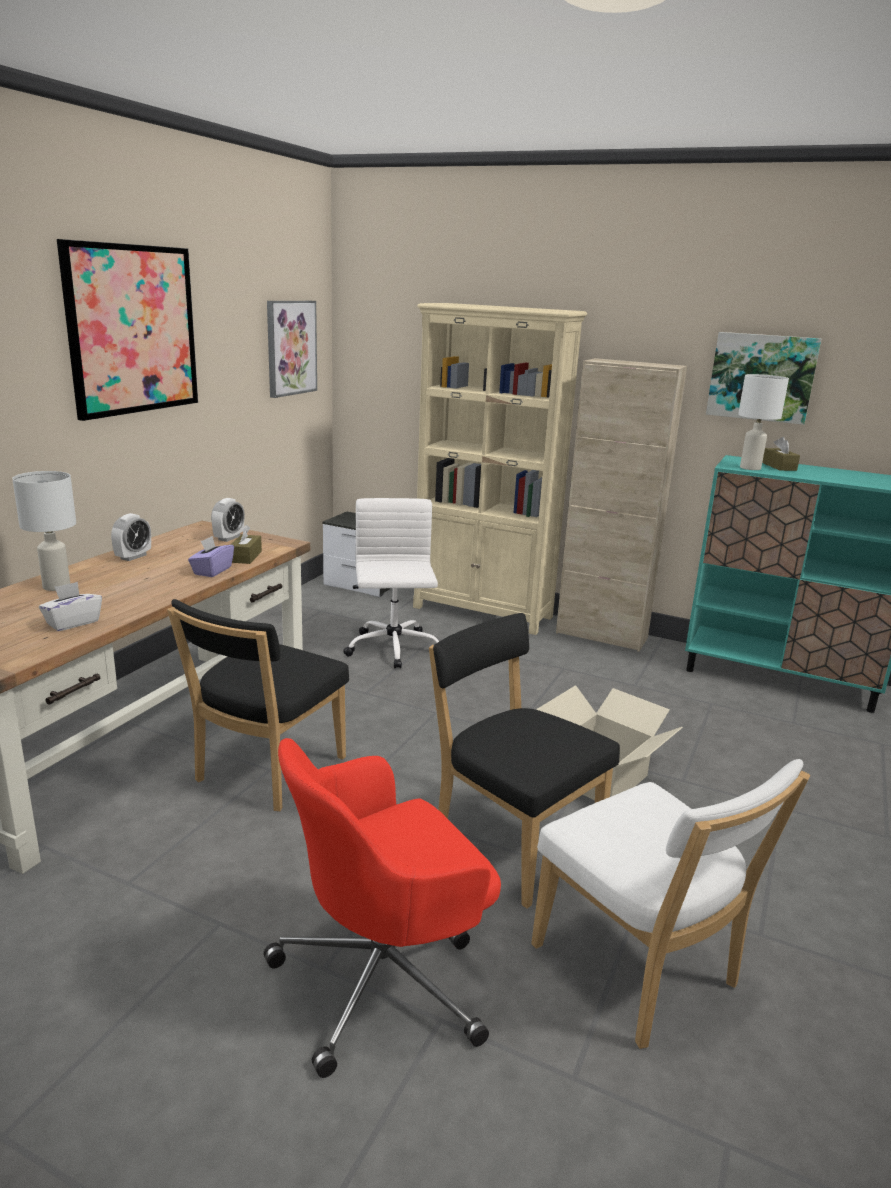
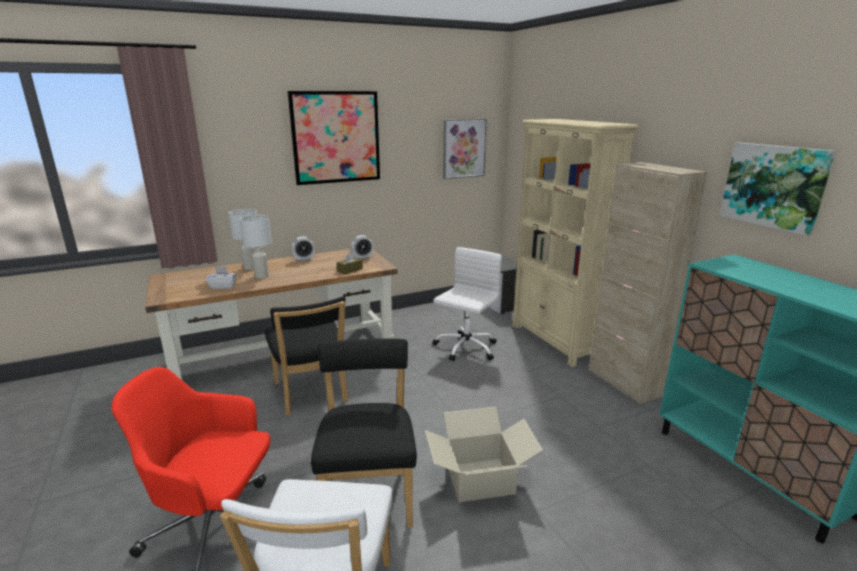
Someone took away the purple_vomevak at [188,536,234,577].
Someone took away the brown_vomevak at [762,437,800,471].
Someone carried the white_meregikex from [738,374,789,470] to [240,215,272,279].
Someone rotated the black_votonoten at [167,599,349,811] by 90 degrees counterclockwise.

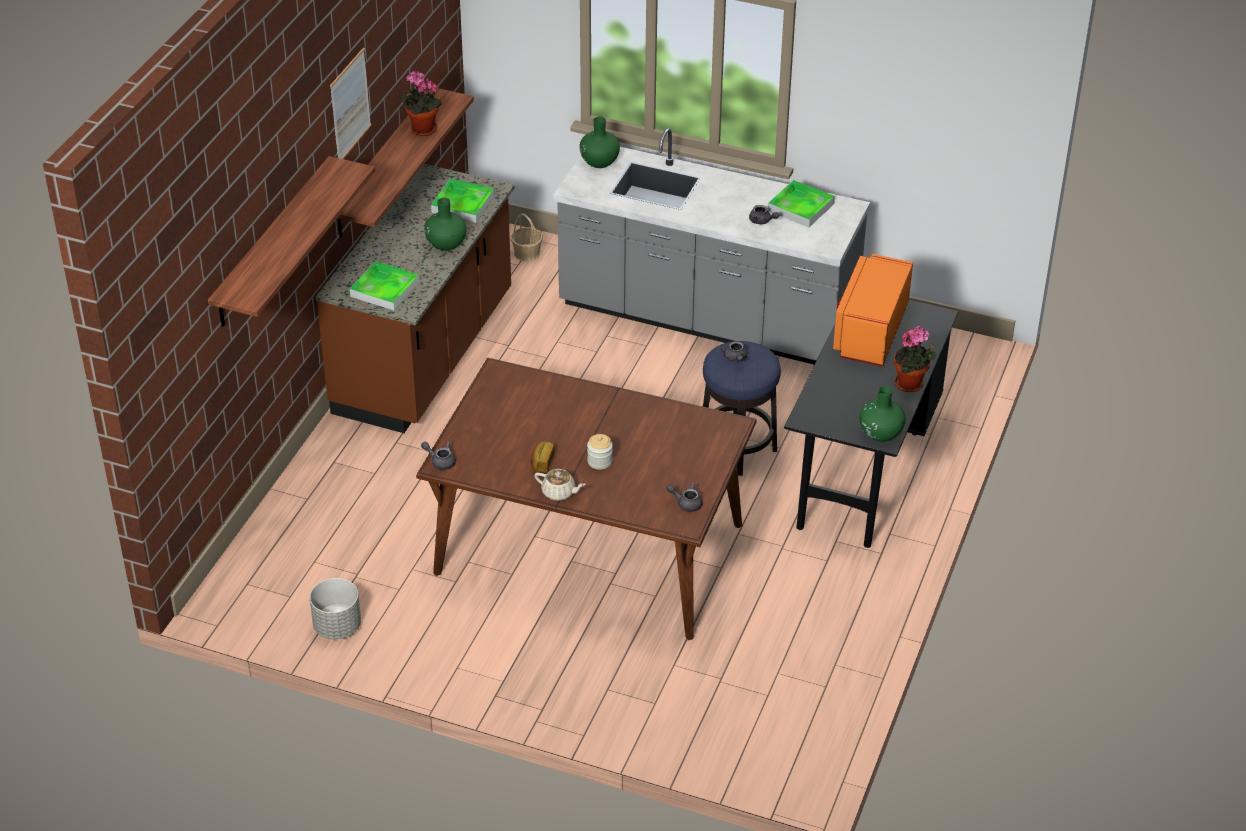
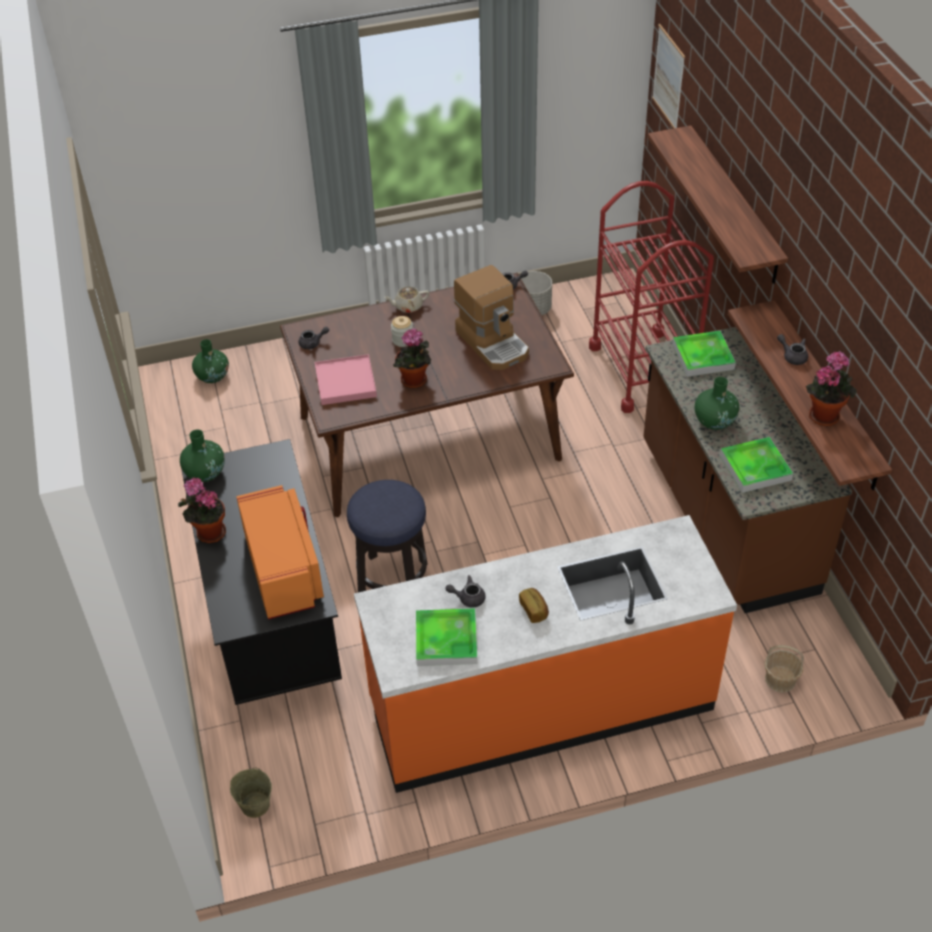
Someone put down the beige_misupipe at [230,768,272,818].
Someone put down the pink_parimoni at [315,354,377,405].
Someone put down the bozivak at [393,329,431,388].
Someone put down the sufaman at [454,265,529,370].
Someone put down the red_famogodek at [589,181,714,413].
Someone carried the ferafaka from [330,48,371,159] to [652,24,685,128].
Someone carried the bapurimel from [531,442,554,472] to [519,588,549,623].
Someone carried the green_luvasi from [579,117,620,168] to [192,339,229,383].
Someone carried the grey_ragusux from [721,341,747,362] to [777,334,808,365].
Someone repainted the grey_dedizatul at [554,128,870,365], which became the orange_dedizatul at [354,515,737,793].

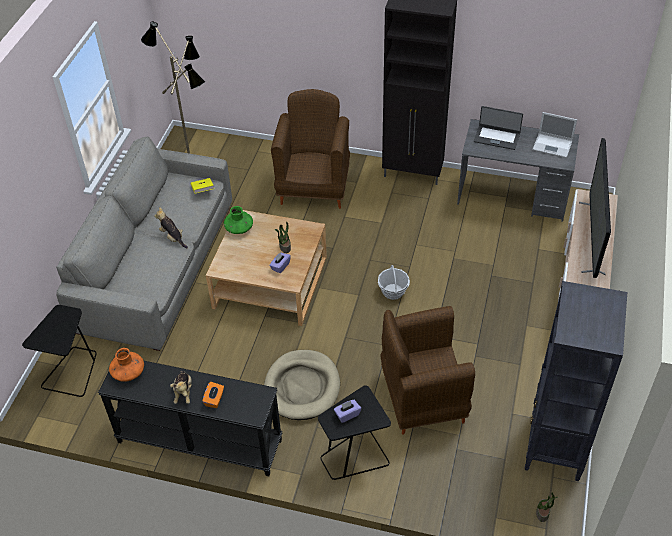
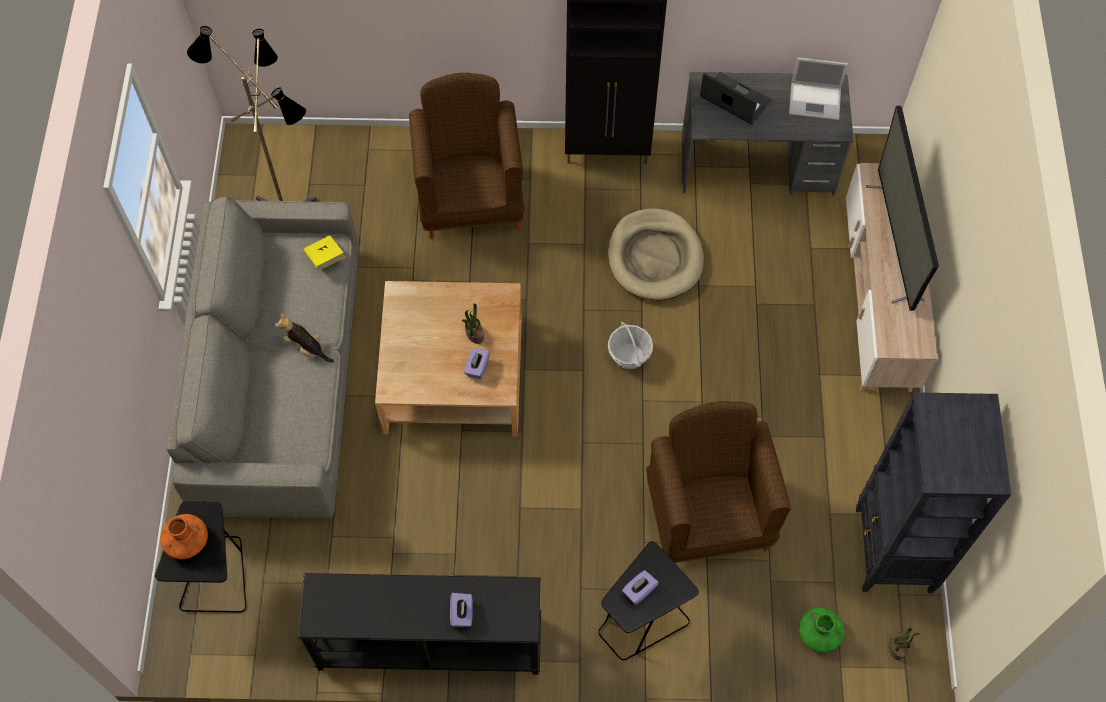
Someone took away the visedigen at [170,371,192,404].
Someone carried the orange_luvasi from [109,348,144,382] to [160,514,208,559].
Someone carried the green_luvasi from [224,206,253,234] to [799,608,844,653].
Someone carried the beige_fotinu from [264,350,340,420] to [608,208,704,301].
Someone repainted the orange_vomevak at [202,382,224,408], which became the purple_vomevak at [450,593,473,627].
Someone rotated the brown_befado at [380,306,475,435] by 105 degrees clockwise.
Someone rotated the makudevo at [474,106,523,150] by 150 degrees counterclockwise.

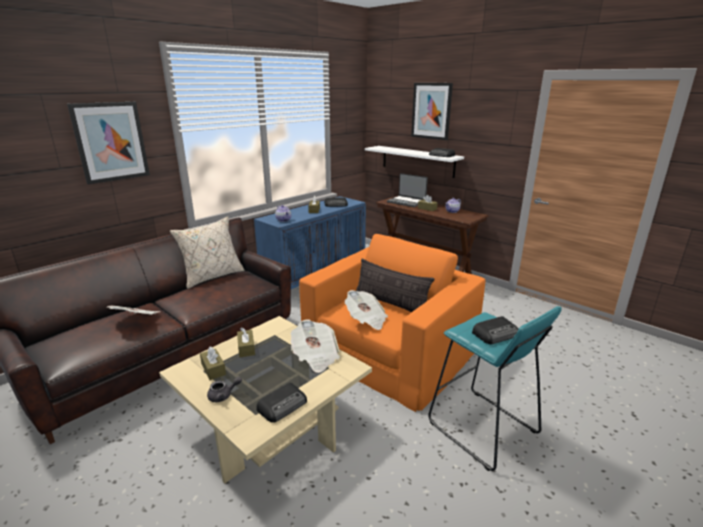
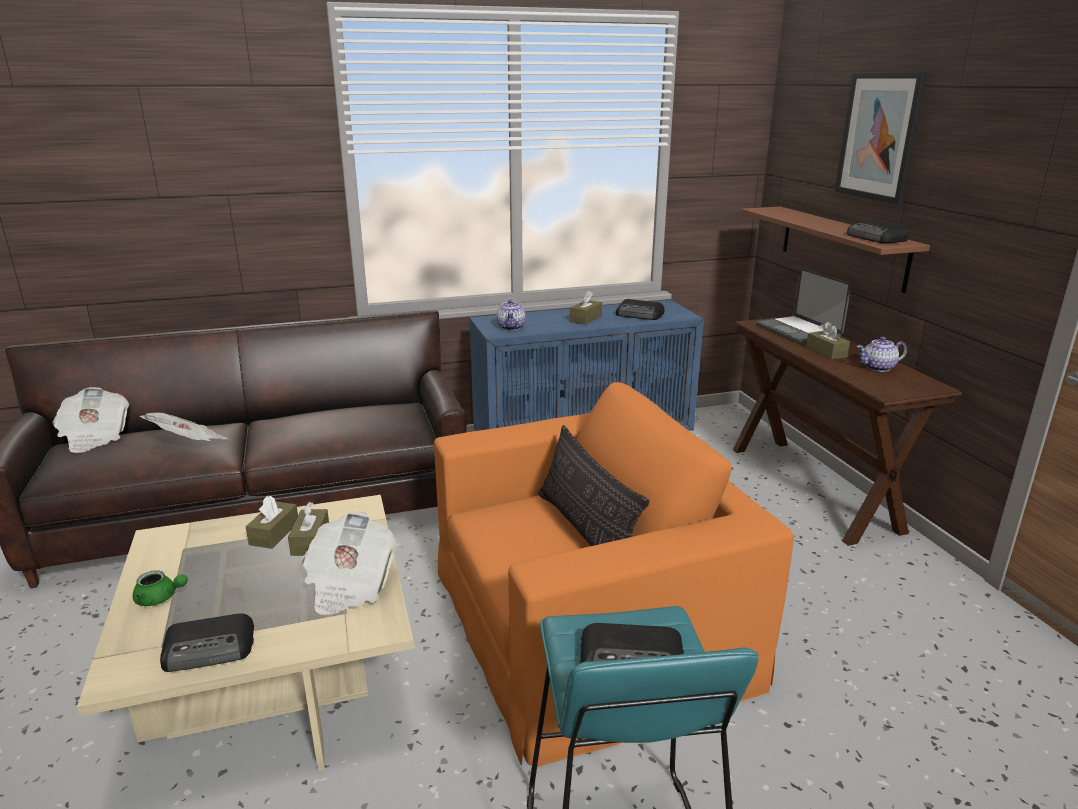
Someone took away the ferafaka at [67,102,150,184].
Someone took away the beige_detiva at [170,216,244,289].
Someone carried the brown_vomevak from [200,346,226,380] to [288,502,329,556].
Someone carried the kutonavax from [345,290,388,330] to [53,387,129,453].
Someone repainted the grey_ragusux at [207,377,242,402], which became the green_ragusux at [133,570,188,606].
Someone repainted the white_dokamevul at [365,146,464,178], which became the brown_dokamevul at [741,207,930,293].

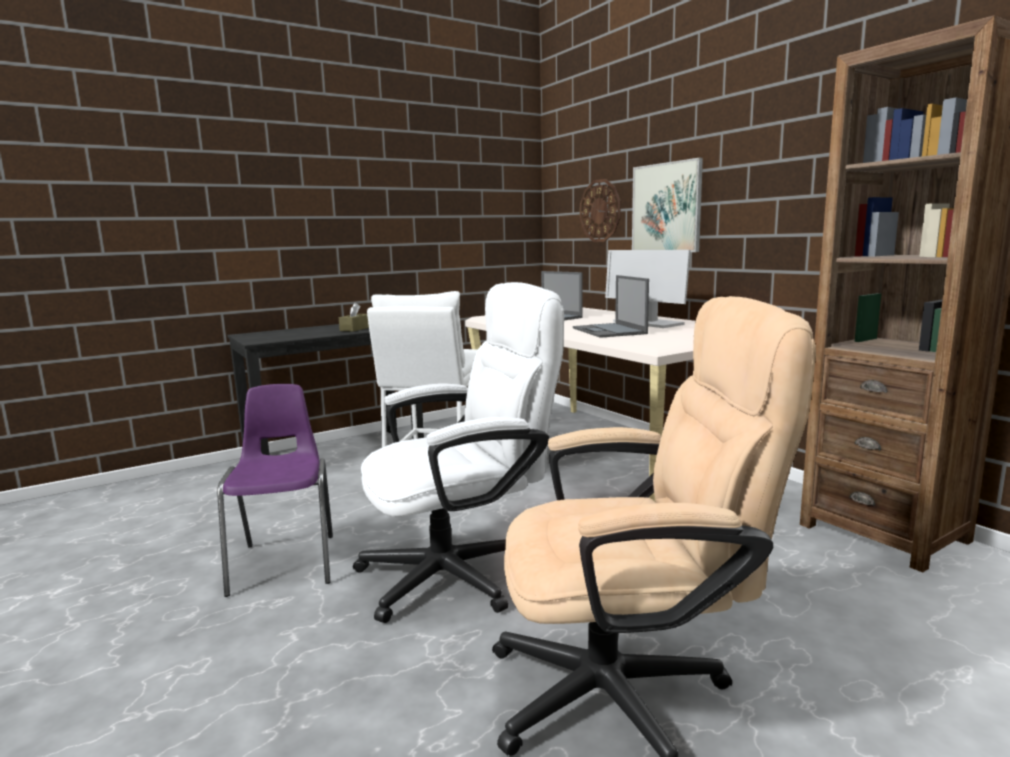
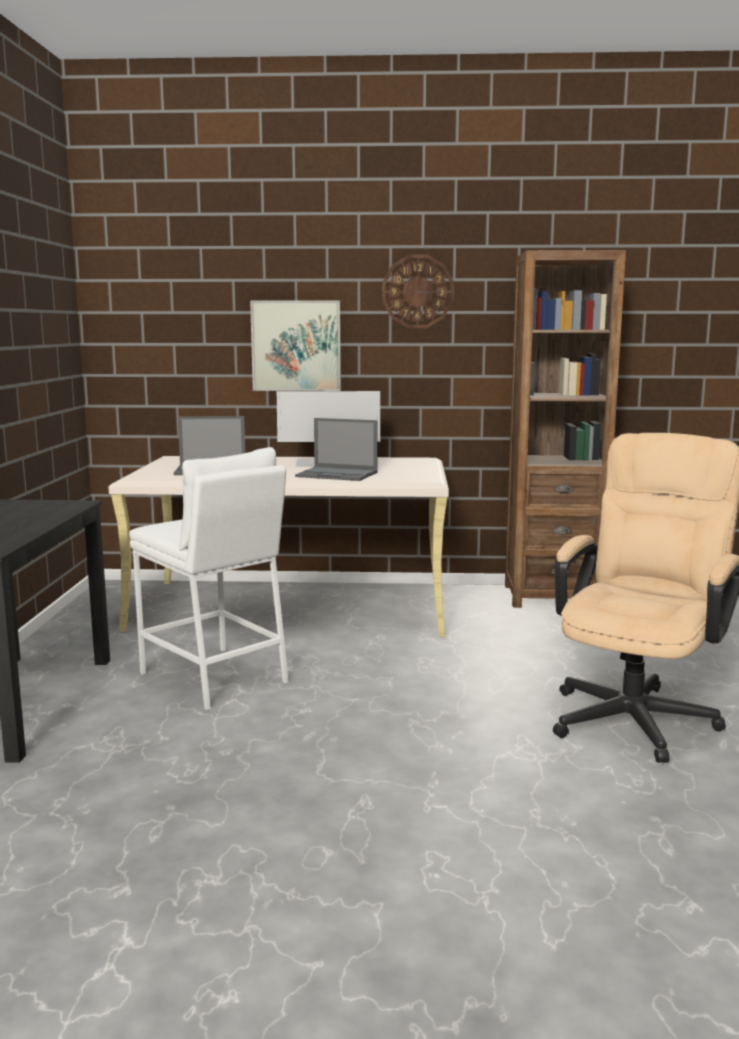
Someone took away the purple_votonoten at [217,384,333,597].
Someone took away the brown_vomevak at [339,303,369,332].
Someone took away the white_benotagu at [353,282,564,623].
Someone carried the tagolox from [580,179,621,242] to [382,255,454,328].

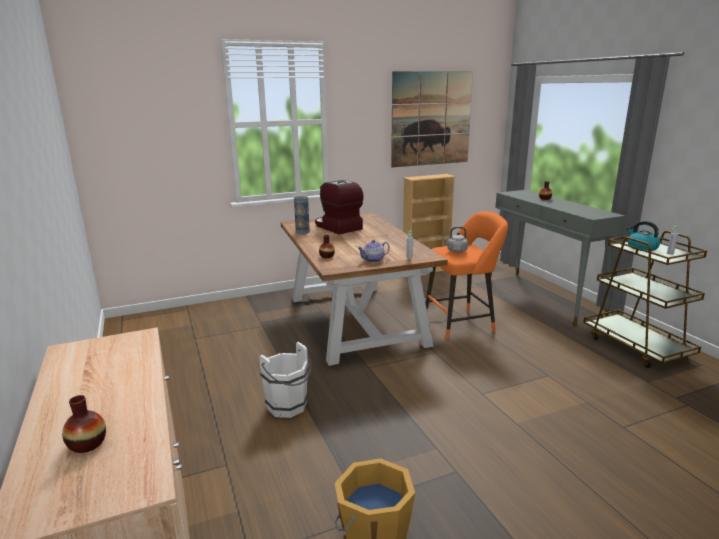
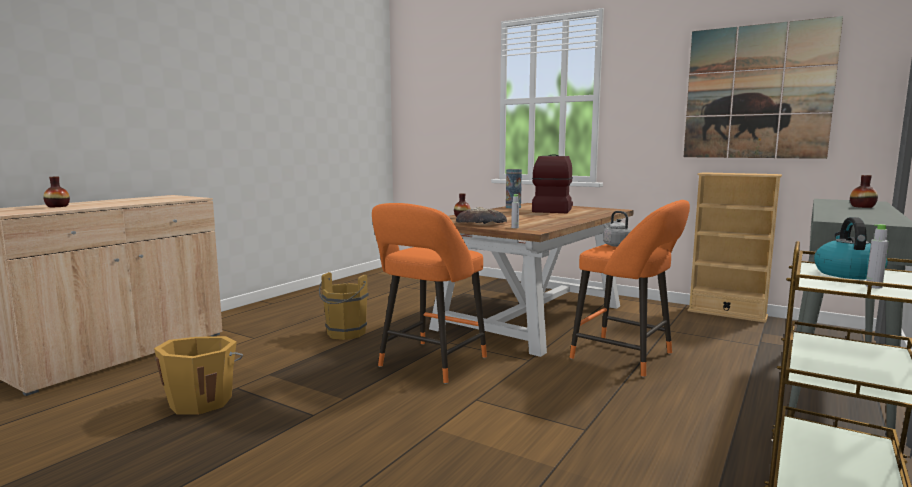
Someone put down the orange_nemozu at [372,203,487,384].
Someone swapped the ragusux at [357,240,390,262] for the bapurimel at [456,207,507,224].
Someone repainted the white_misupipe at [259,342,312,418], which became the brown_misupipe at [319,272,369,340].

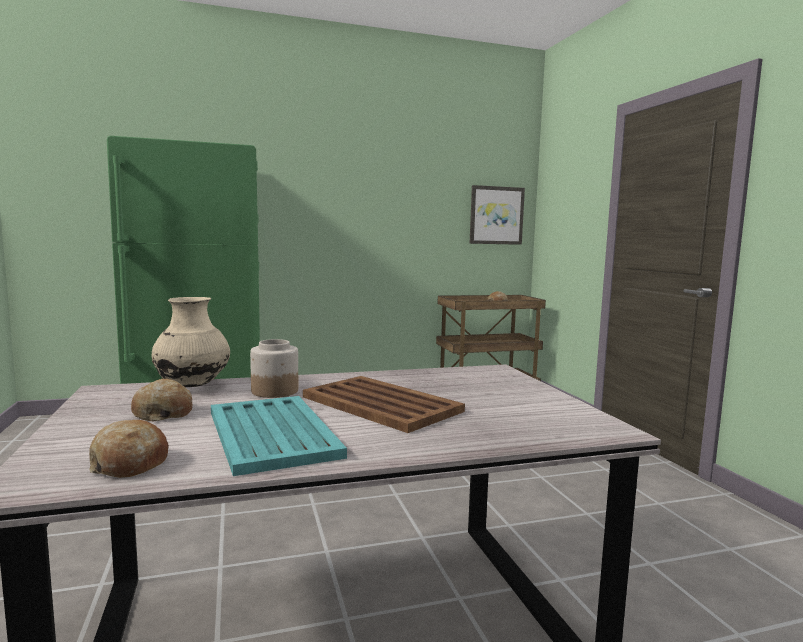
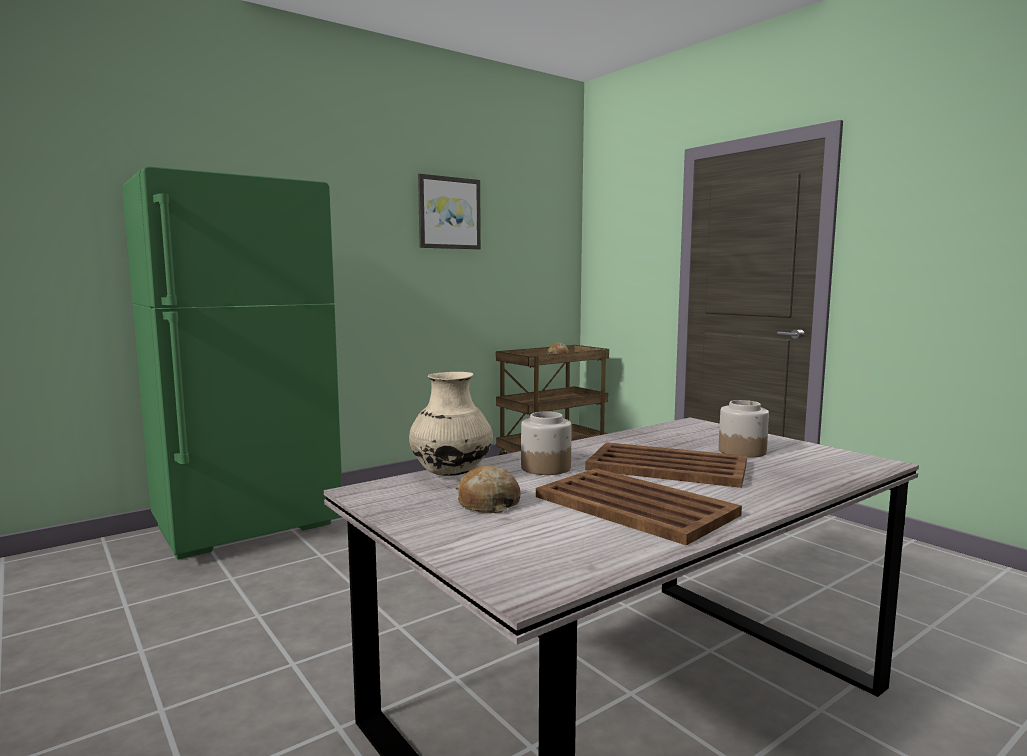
Someone took away the bapurimel at [89,420,169,478].
Someone put down the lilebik at [719,400,769,458].
Someone carried the ferafaka from [470,185,525,245] to [418,174,481,249].
Someone repainted the turquoise_parimoni at [211,396,347,476], which became the brown_parimoni at [536,468,742,546].

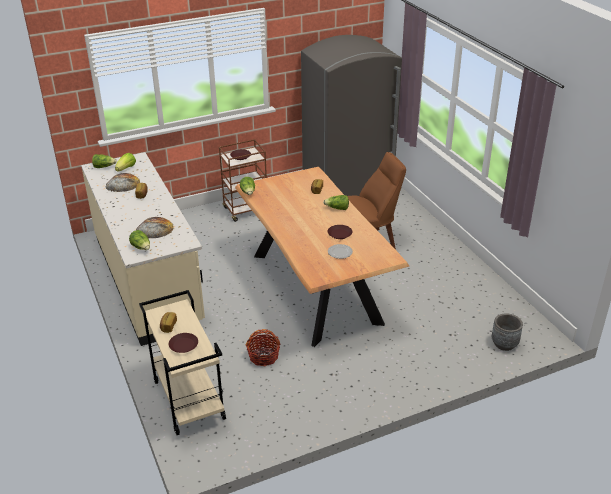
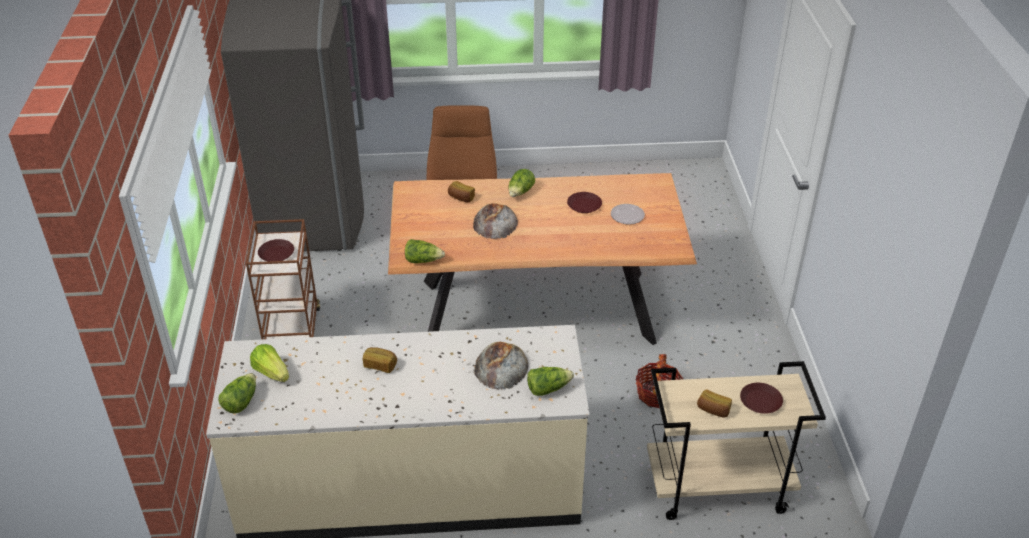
Someone took away the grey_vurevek at [492,314,523,351].
Someone carried the bapurimel from [105,173,140,192] to [473,203,518,240].

